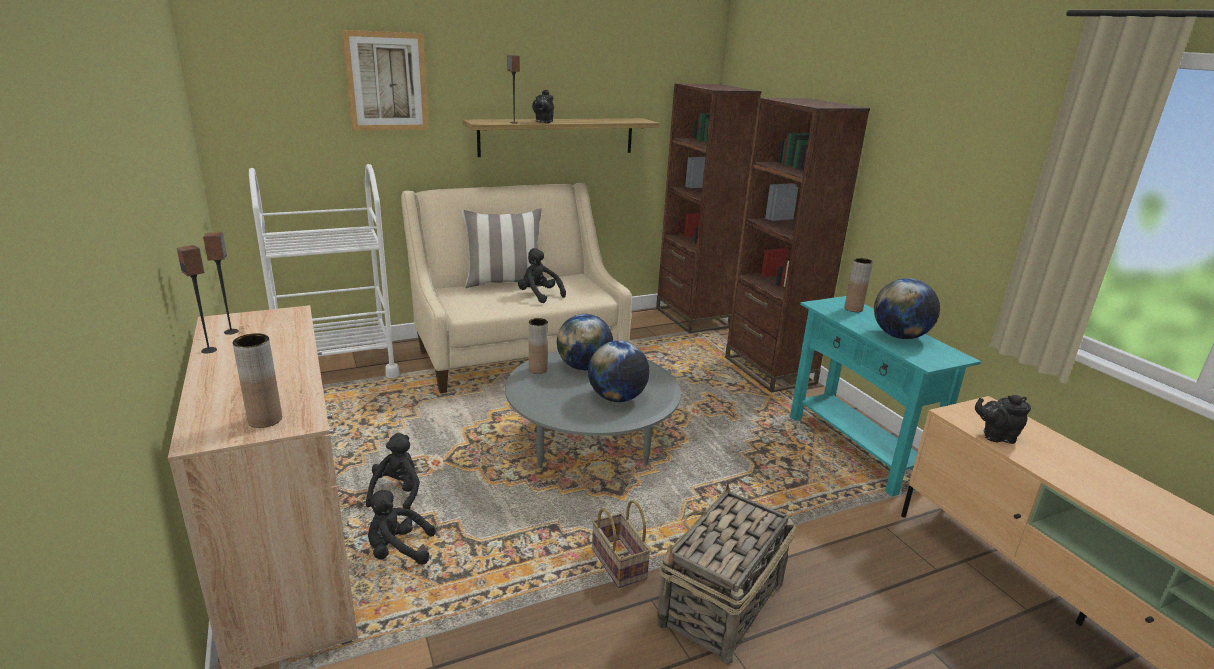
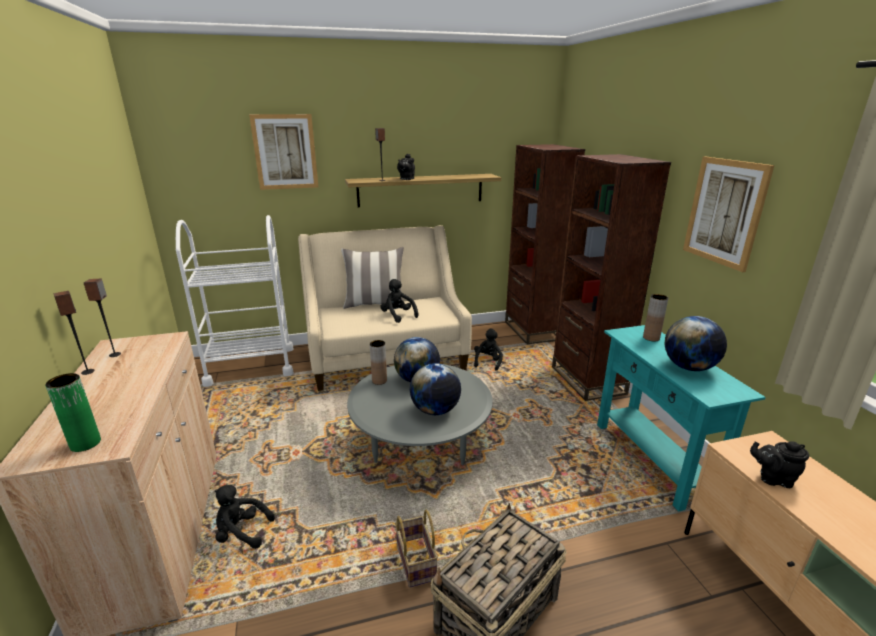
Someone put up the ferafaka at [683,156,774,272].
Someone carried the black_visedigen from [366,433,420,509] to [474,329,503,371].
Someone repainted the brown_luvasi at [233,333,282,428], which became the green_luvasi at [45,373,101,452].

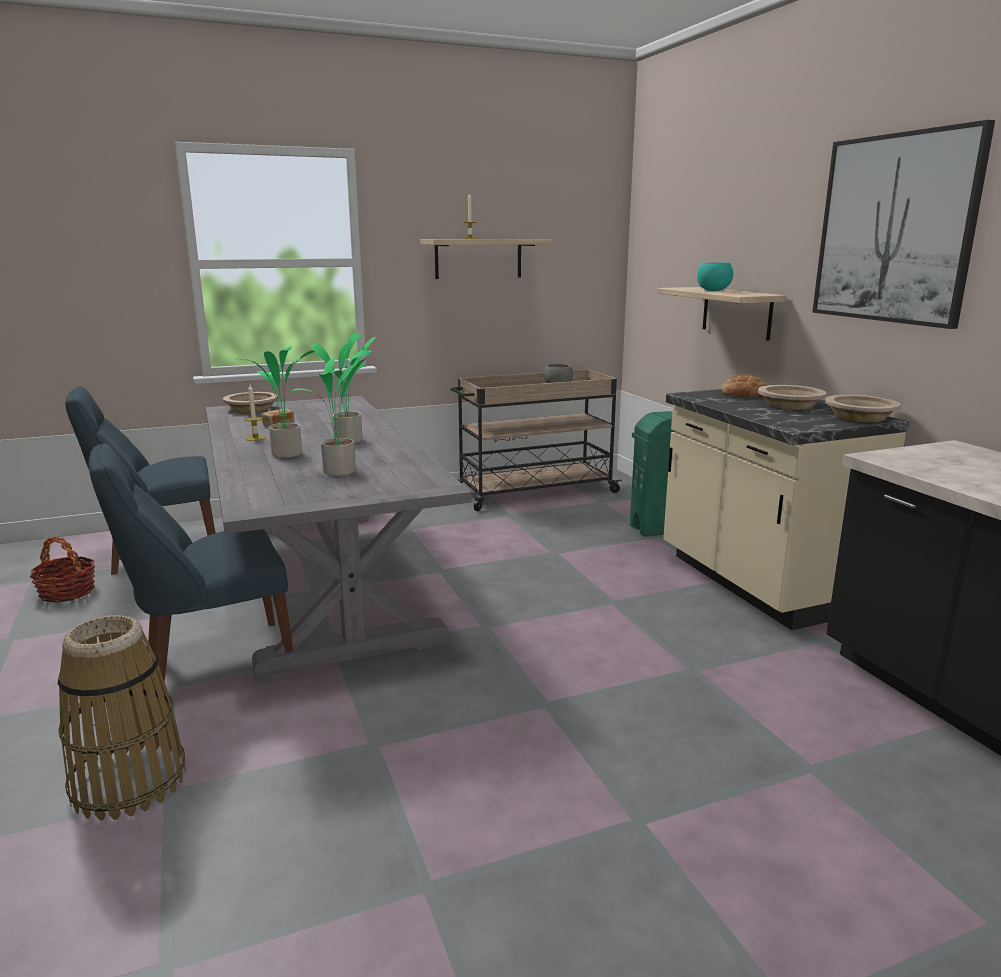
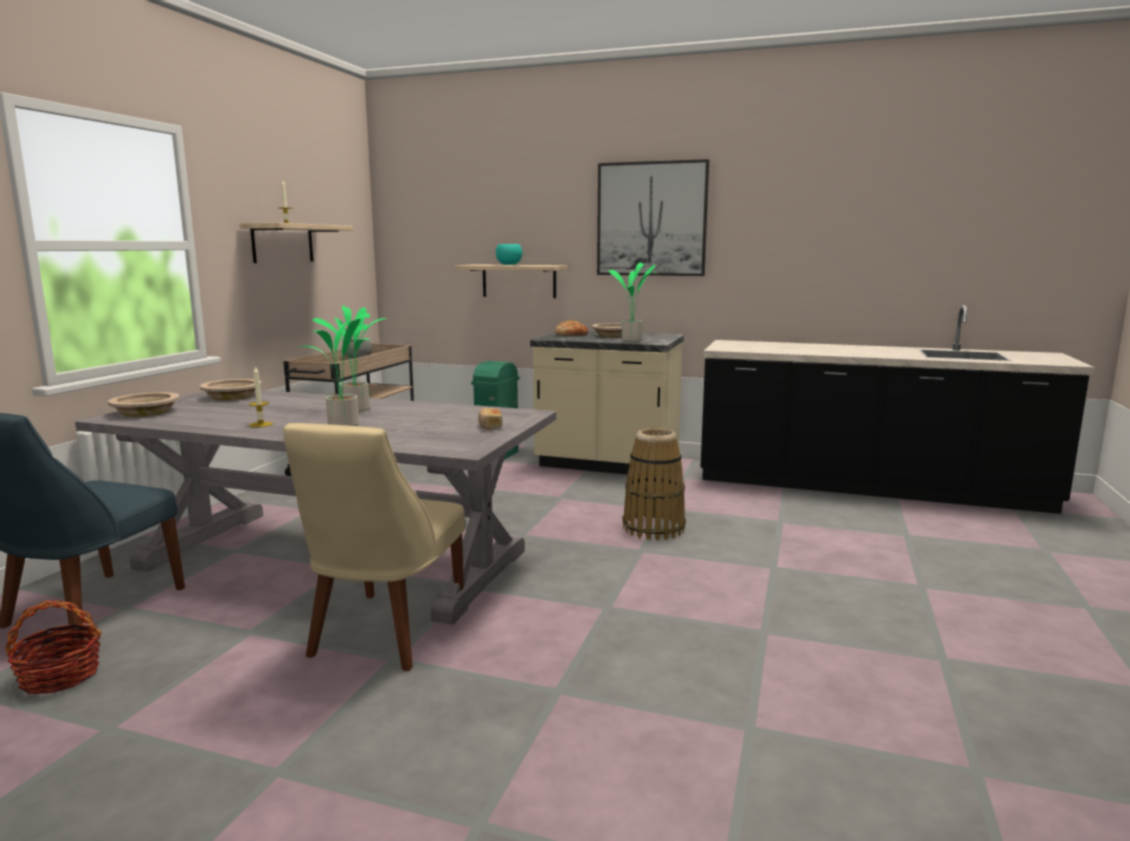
Someone carried the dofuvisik from [58,615,186,821] to [622,428,686,540].
Someone carried the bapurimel from [261,409,294,426] to [478,408,502,430].
Someone carried the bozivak from [292,350,370,476] to [608,262,656,342].
Someone carried the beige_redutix from [825,395,901,422] to [200,379,262,400].
Someone repainted the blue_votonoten at [89,443,293,682], which became the beige_votonoten at [284,423,465,671].

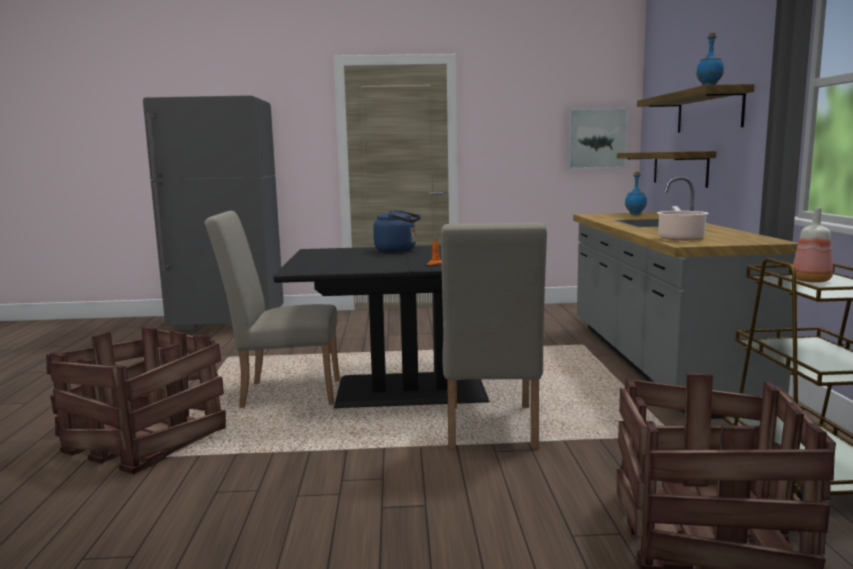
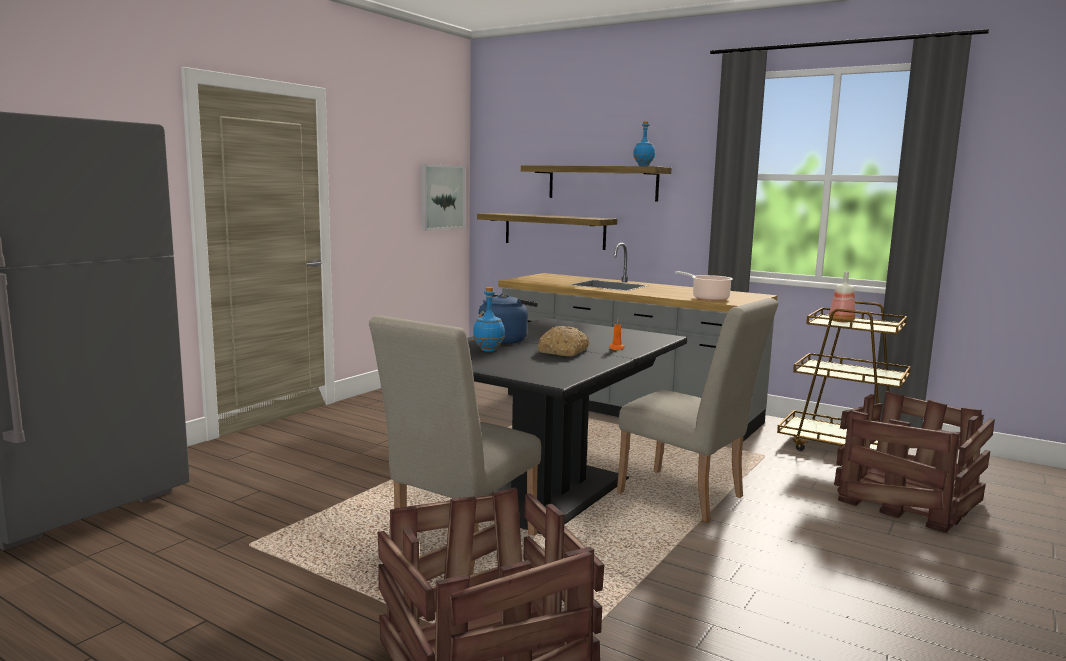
Someone put down the bapurimel at [538,326,589,356].
Someone carried the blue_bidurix from [625,172,647,215] to [473,287,505,352].

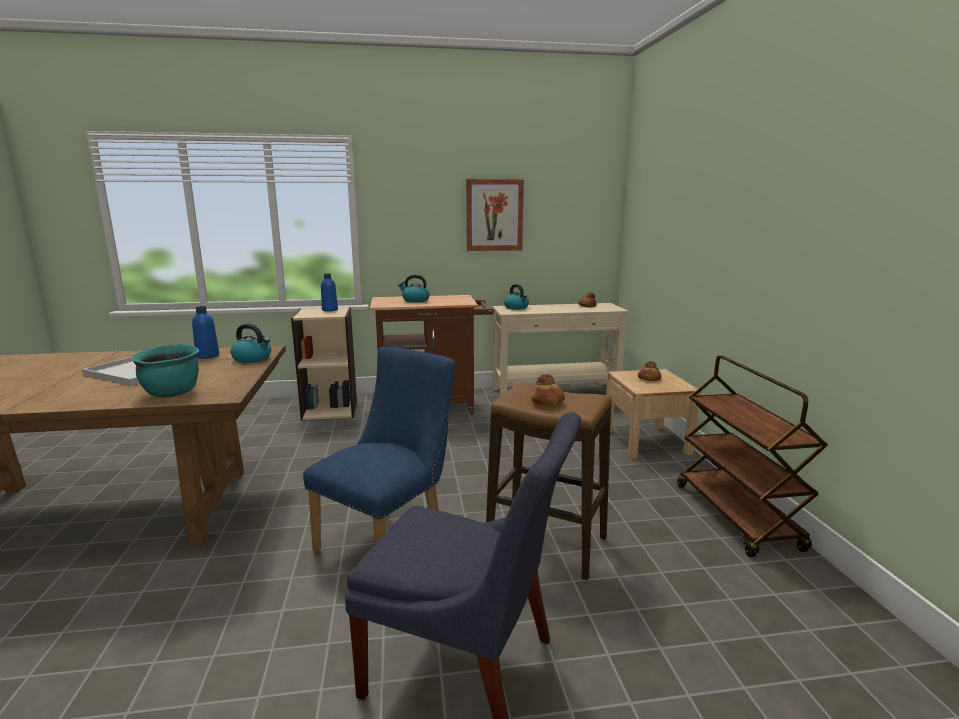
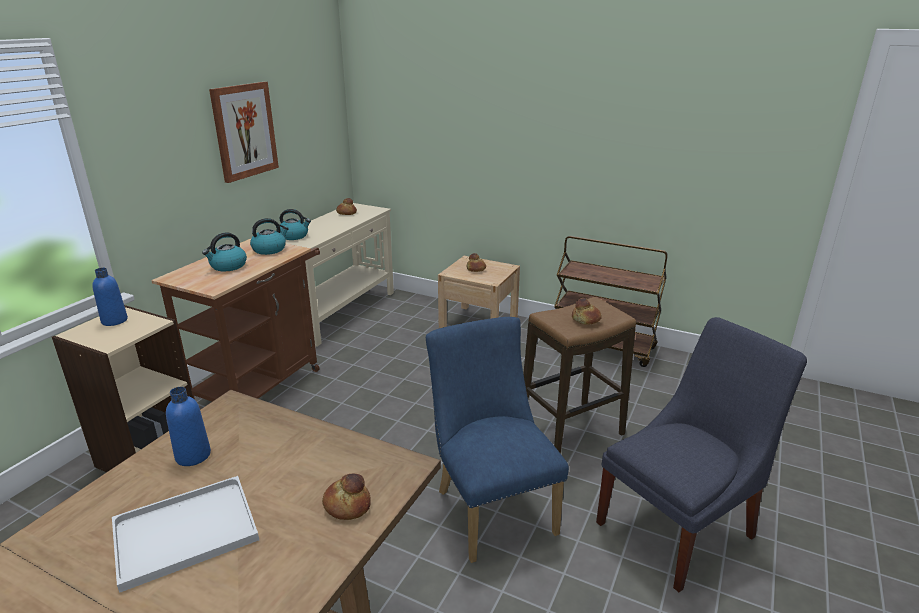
Someone carried the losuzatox from [230,324,271,363] to [250,218,289,255].
Someone swapped the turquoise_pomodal at [131,344,199,397] for the bapurimel at [322,474,371,520].

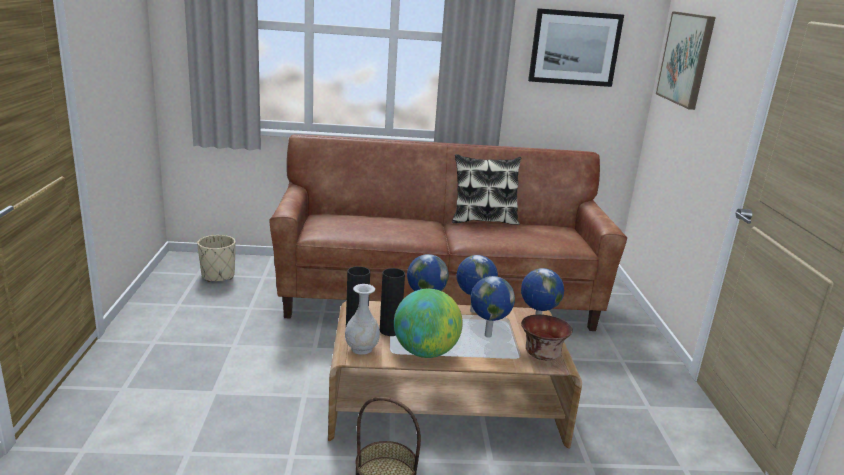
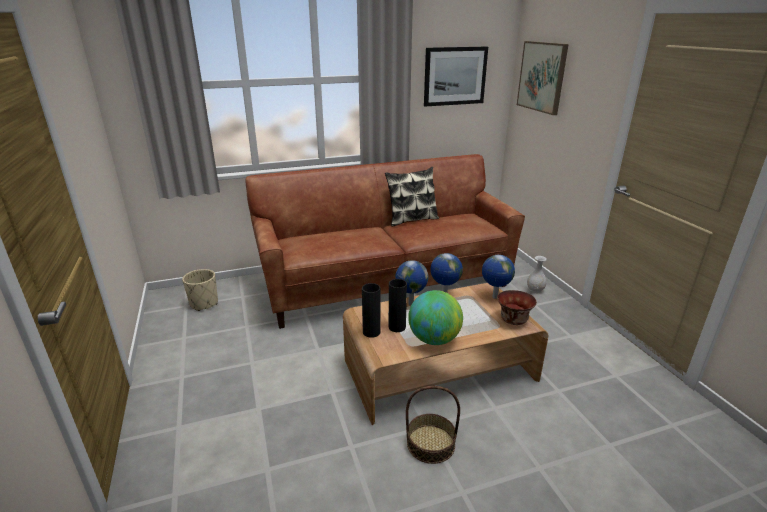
Someone took away the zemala at [471,276,515,338].
Someone carried the white_luvasi from [345,284,380,355] to [527,256,547,293].

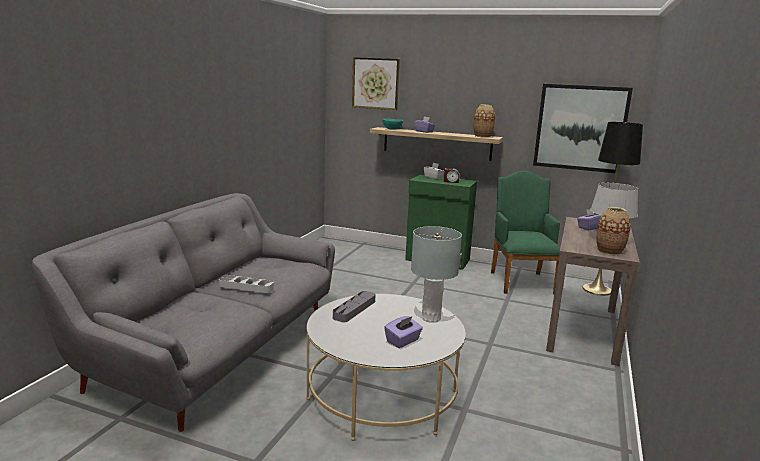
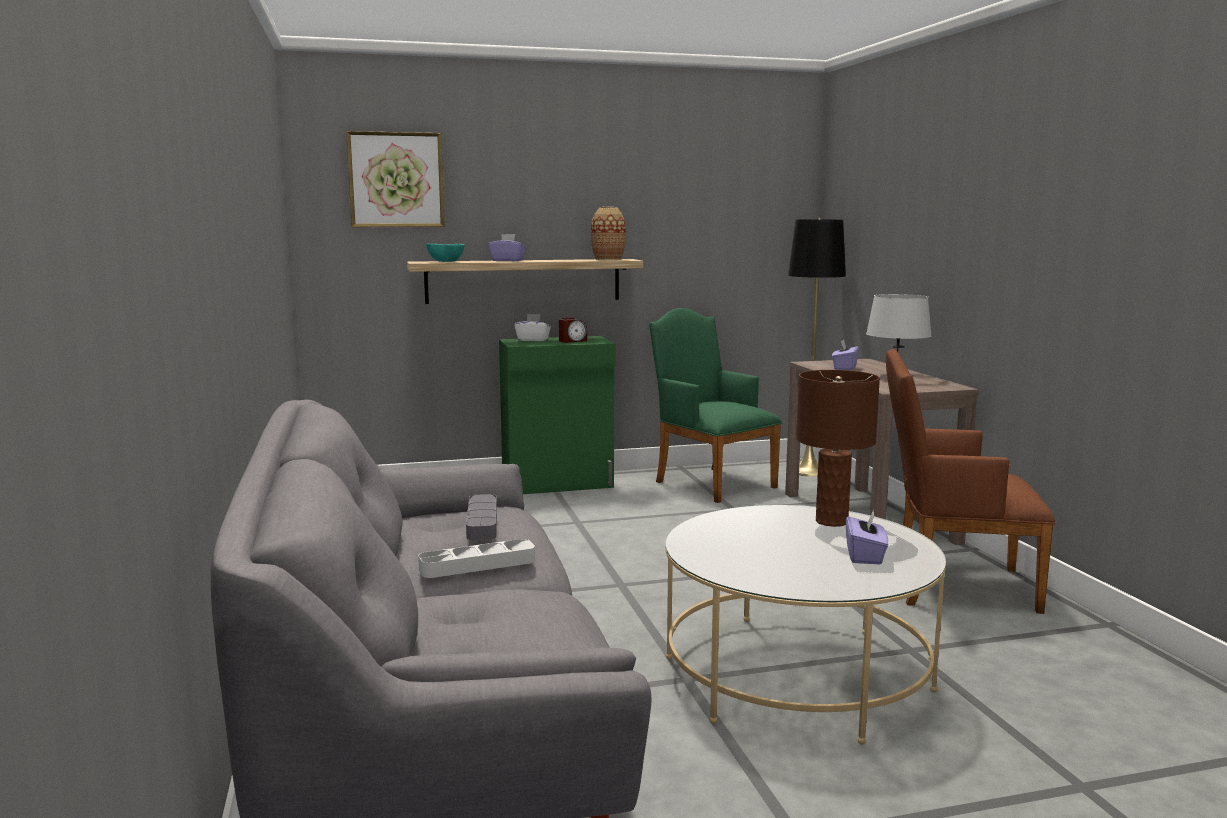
Someone took away the ferafaka at [533,84,633,173].
Someone took away the luvasi at [597,207,631,255].
Someone put down the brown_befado at [886,349,1055,614].
Someone carried the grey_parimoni from [333,291,376,322] to [466,494,497,540].
Someone repainted the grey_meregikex at [411,226,462,322], which became the brown_meregikex at [796,370,880,527].

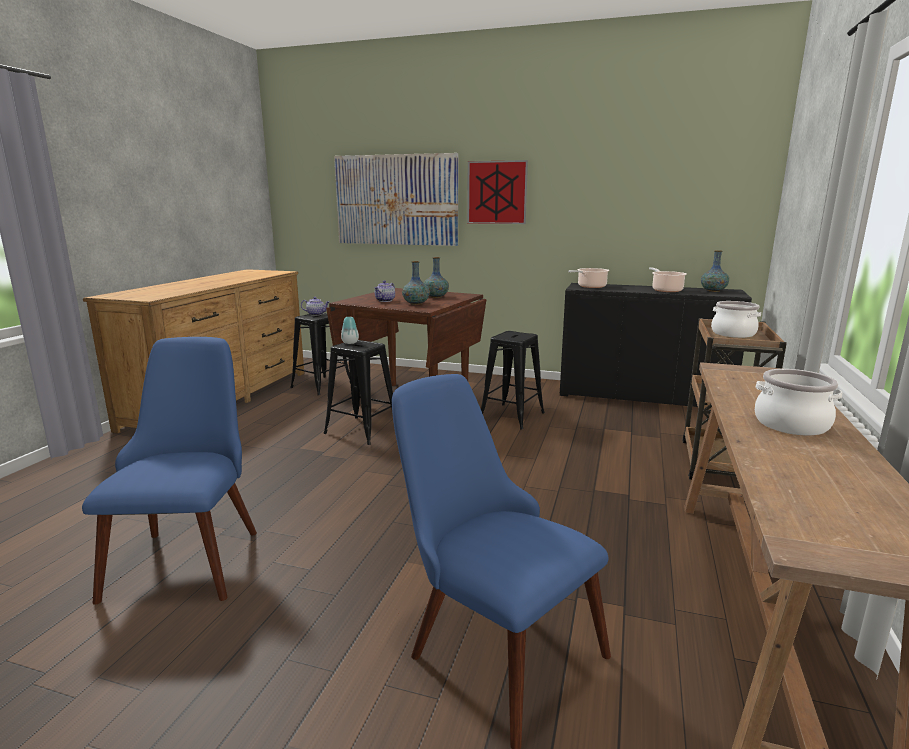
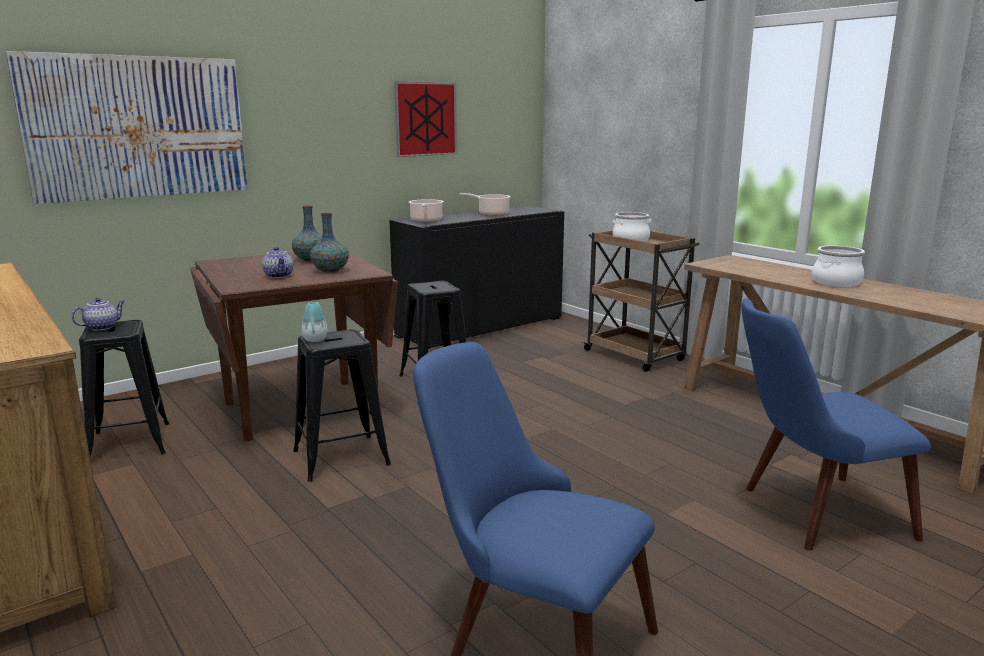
Someone took away the luvasi at [701,250,729,292].
Someone carried the ferafaka from [467,160,528,224] to [394,82,457,157].

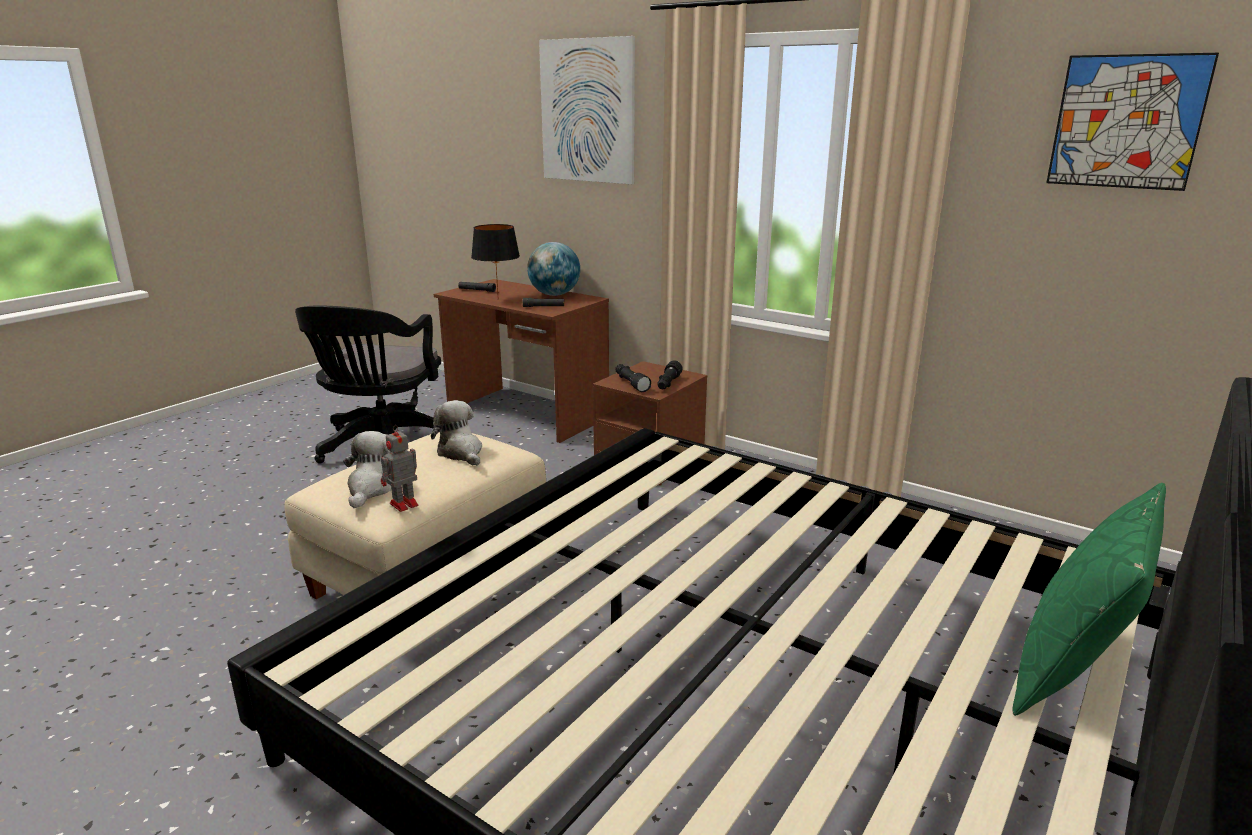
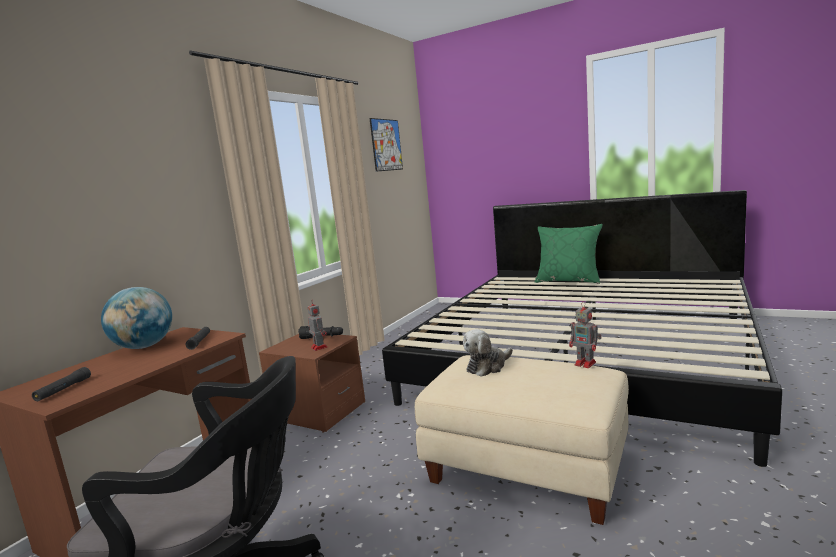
Someone took away the visedigen at [343,431,392,508].
Someone took away the black_meregikex at [471,224,520,300].
Someone took away the ferafaka at [539,36,635,184].
Someone swapped the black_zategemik at [615,364,651,392] for the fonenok at [308,300,328,351].

